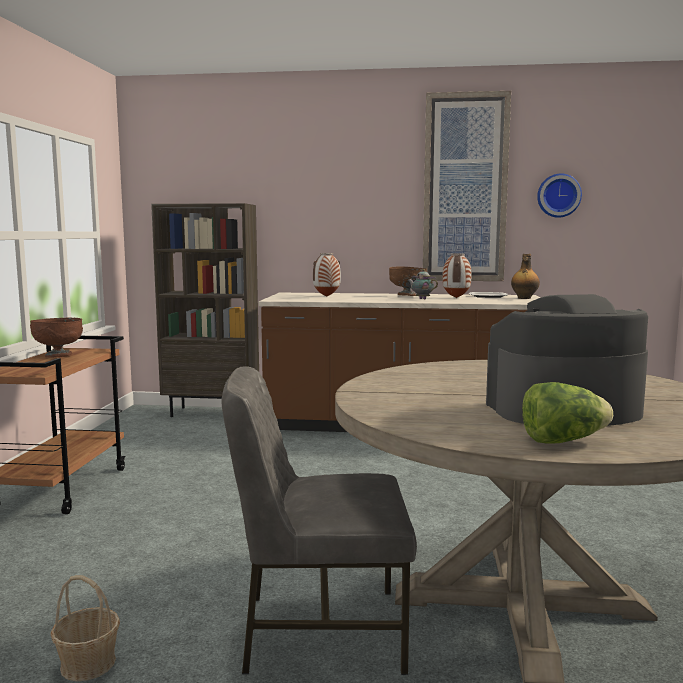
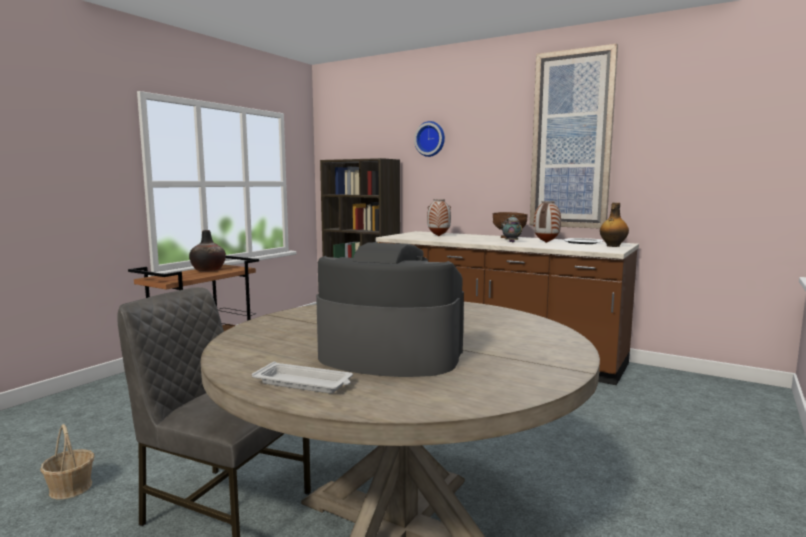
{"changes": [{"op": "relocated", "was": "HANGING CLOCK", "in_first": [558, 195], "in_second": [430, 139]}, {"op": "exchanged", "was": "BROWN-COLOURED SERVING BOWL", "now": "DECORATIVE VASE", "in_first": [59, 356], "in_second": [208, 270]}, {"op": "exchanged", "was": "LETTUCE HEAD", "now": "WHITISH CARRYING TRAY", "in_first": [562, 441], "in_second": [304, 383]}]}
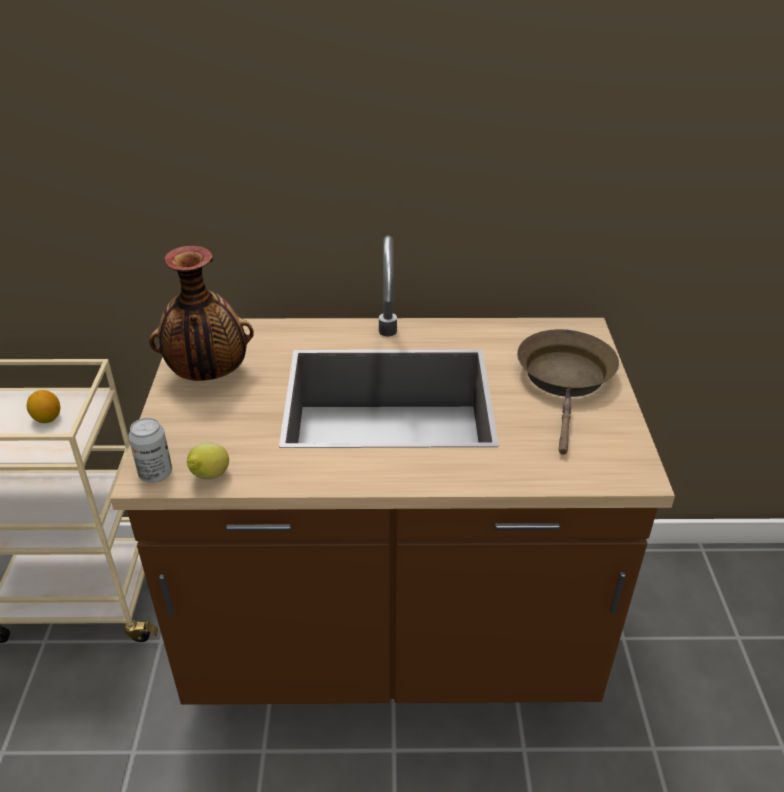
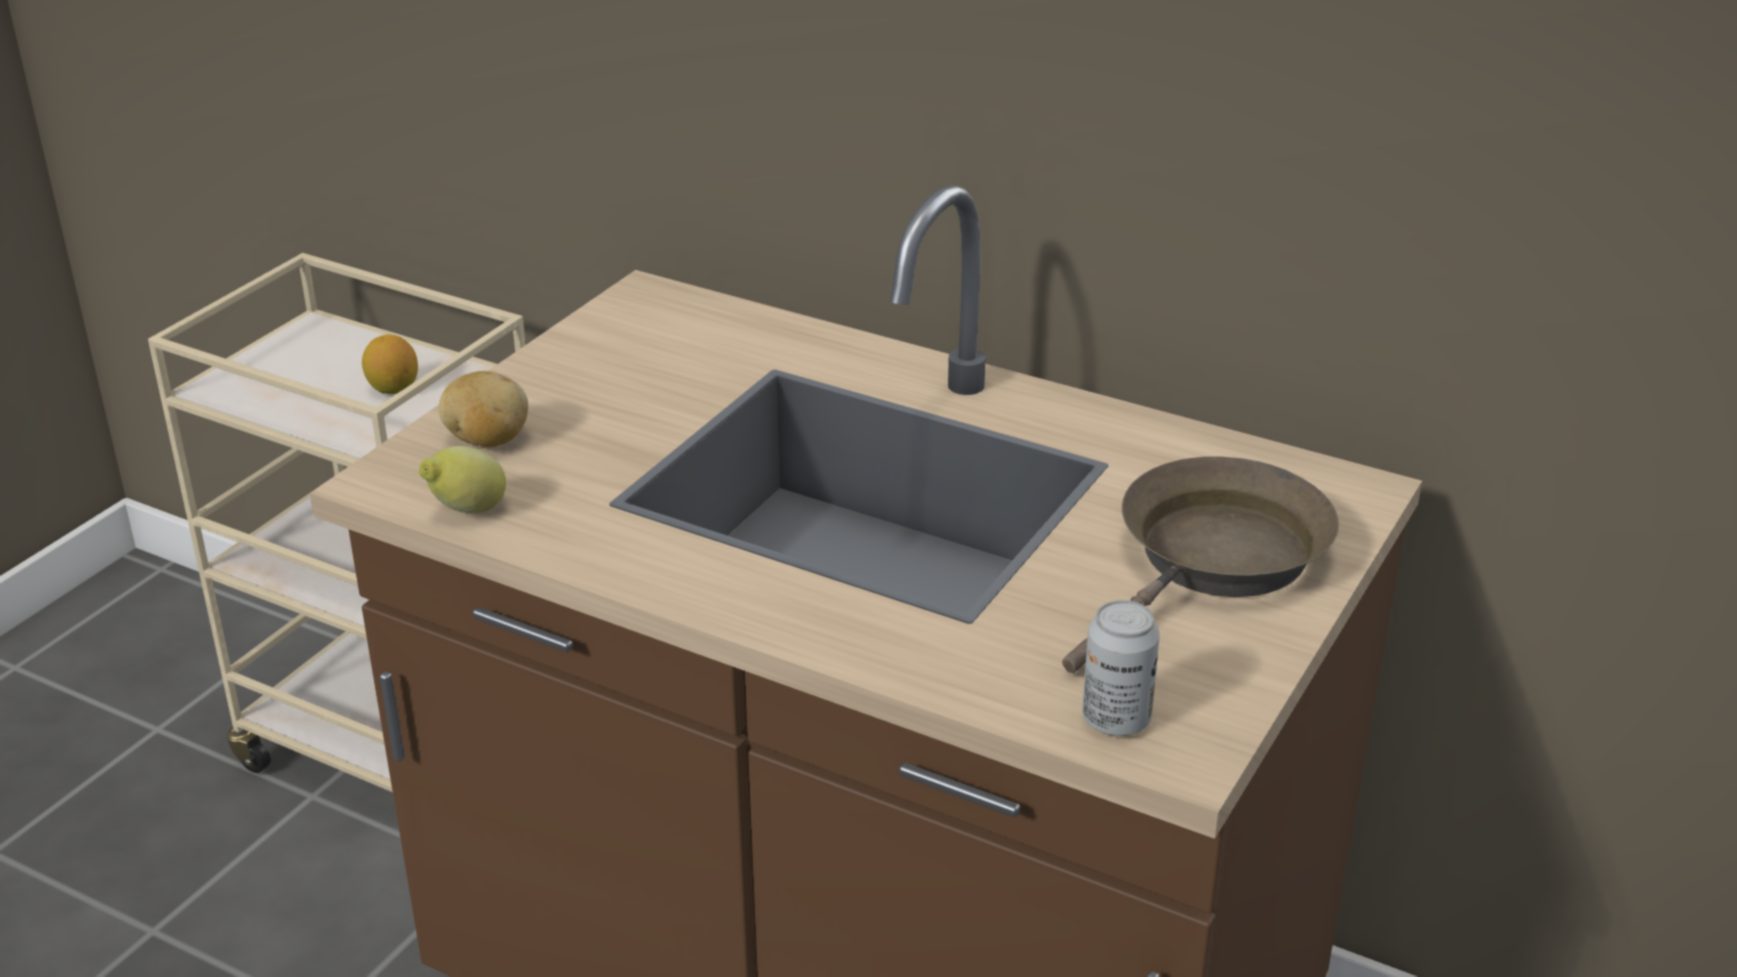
{"changes": [{"op": "missing", "was": "DECORATIVE VASE", "in_first": [208, 375]}, {"op": "relocated", "was": "SEALED CAN", "in_first": [155, 474], "in_second": [1116, 719]}, {"op": "appeared", "now": "POTATO", "in_second": [487, 441]}]}
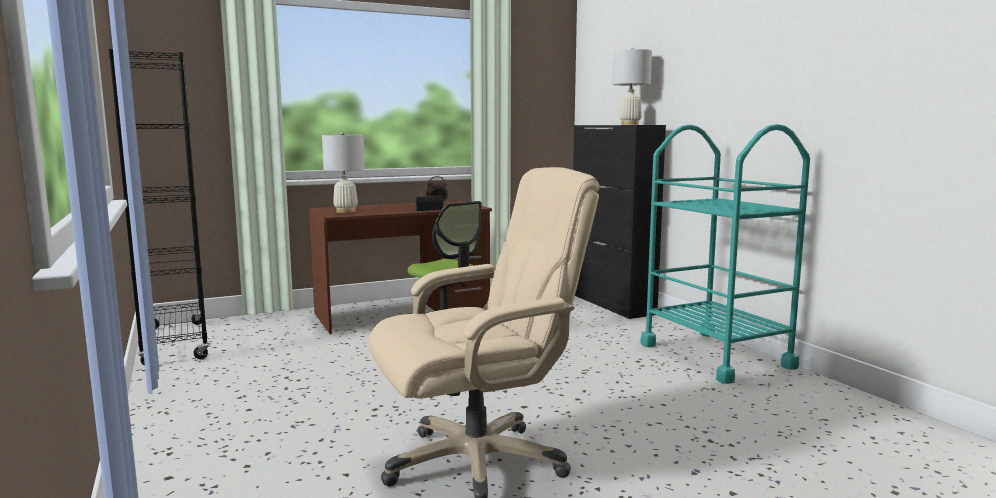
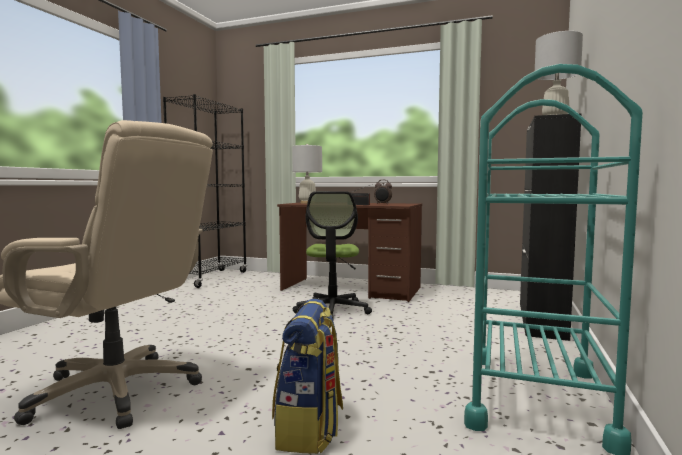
{"changes": [{"op": "appeared", "now": "KNAPSACK", "in_second": [310, 429]}]}
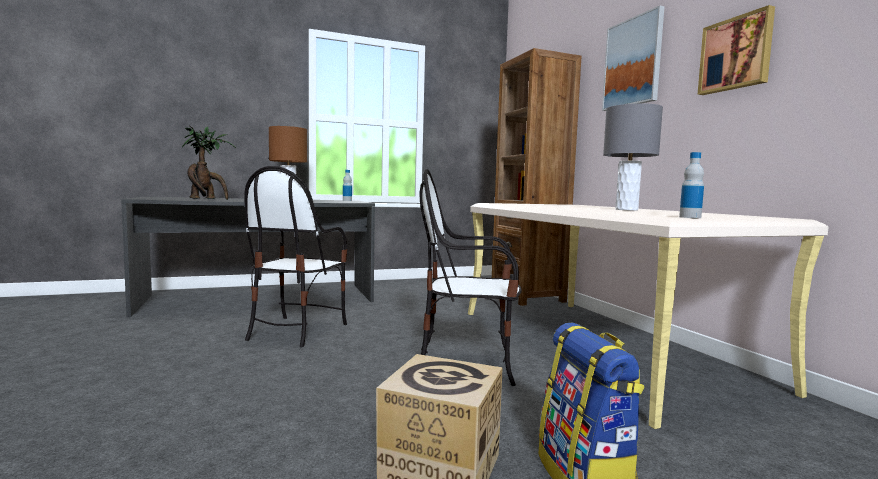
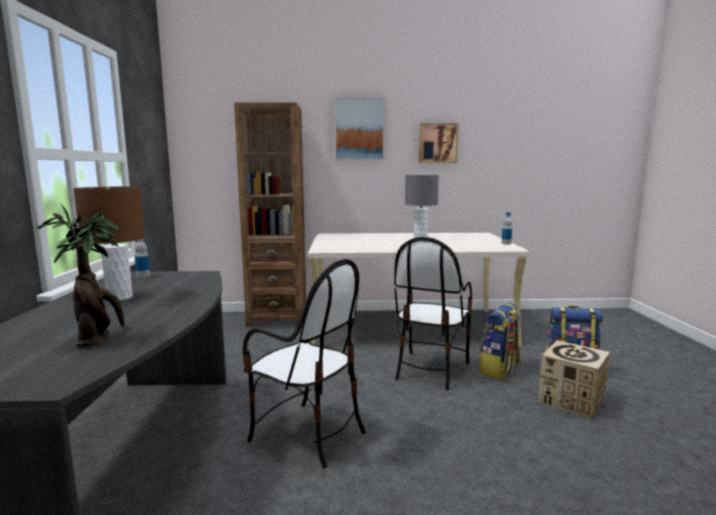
{"changes": [{"op": "appeared", "now": "KNAPSACK", "in_second": [499, 370]}]}
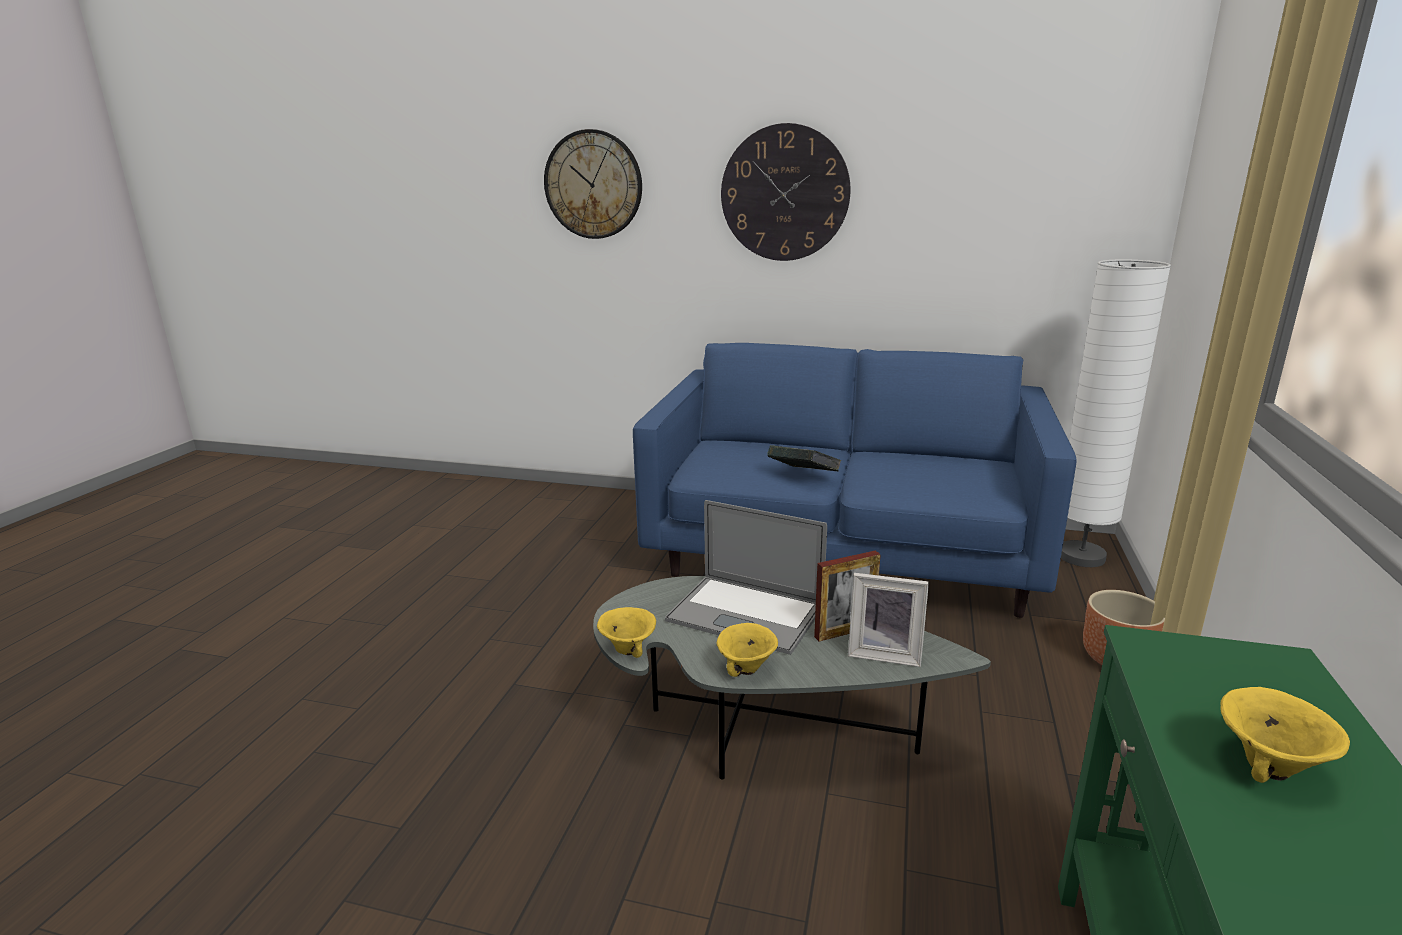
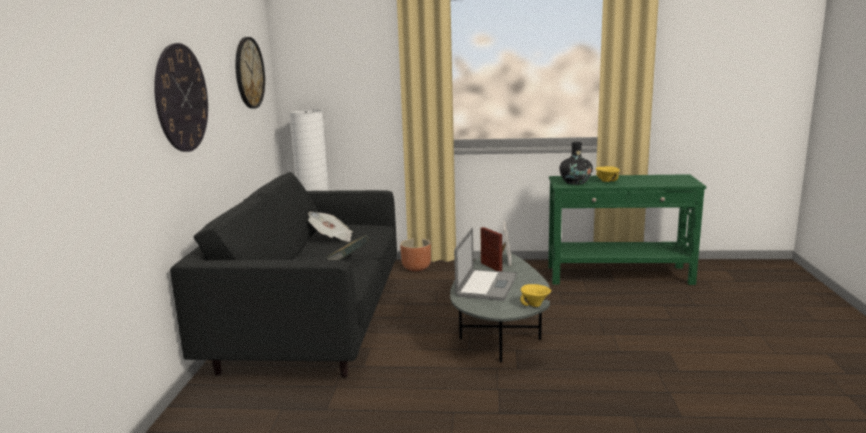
{"changes": [{"op": "relocated", "was": "HANGING CLOCK", "in_first": [593, 185], "in_second": [249, 73]}, {"op": "colour", "was": "BLUE COUCH", "now": "BLACK COUCH", "in_first": [842, 554], "in_second": [312, 323]}, {"op": "missing", "was": "YELLOW SERVING BOWL", "in_first": [747, 668]}, {"op": "appeared", "now": "BLACK DECORATIVE VASE", "in_second": [575, 182]}, {"op": "appeared", "now": "DAILY PAPER", "in_second": [332, 238]}]}
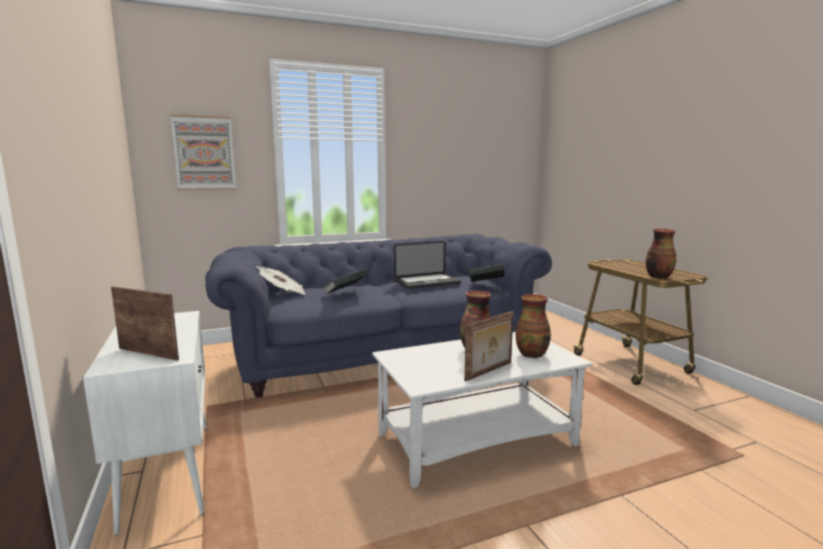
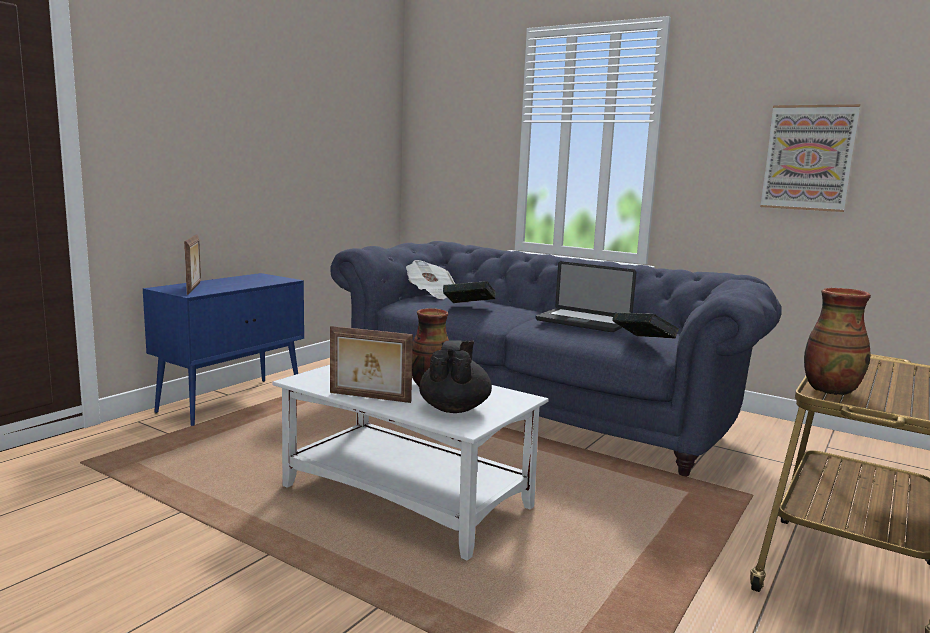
{"changes": [{"op": "relocated", "was": "WALL ART", "in_first": [204, 153], "in_second": [808, 158]}, {"op": "exchanged", "was": "DECORATIVE VASE", "now": "BLACK POT FOR TEA", "in_first": [531, 354], "in_second": [454, 408]}, {"op": "colour", "was": "WHITISH CUPBOARD", "now": "BLUE CUPBOARD", "in_first": [168, 471], "in_second": [232, 401]}]}
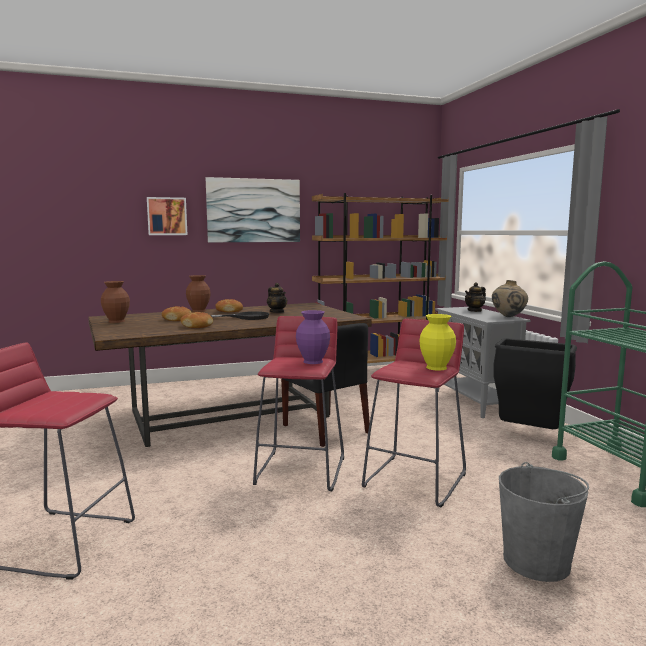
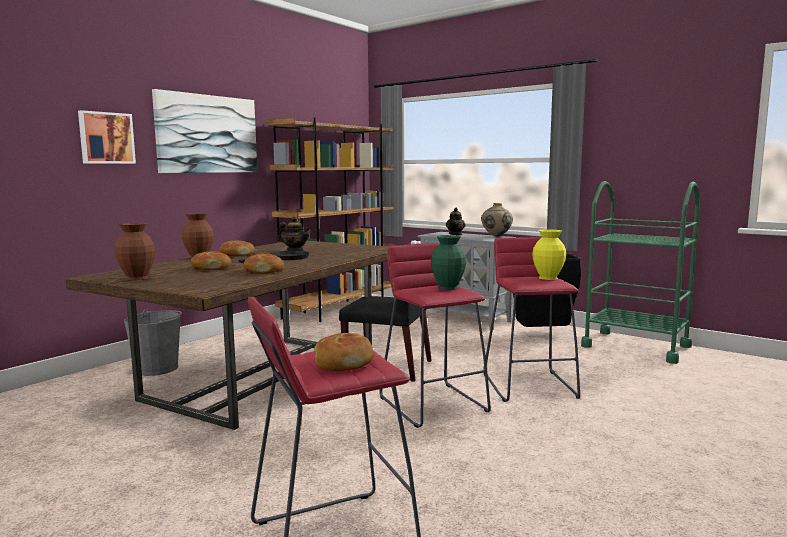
{"changes": [{"op": "colour", "was": "PURPLISH DECORATIVE VASE", "now": "GREEN-COLOURED DECORATIVE VASE", "in_first": [312, 361], "in_second": [447, 288]}, {"op": "relocated", "was": "GRAY WATER BUCKET", "in_first": [537, 561], "in_second": [157, 368]}, {"op": "appeared", "now": "BAKERY BREAD", "in_second": [344, 362]}]}
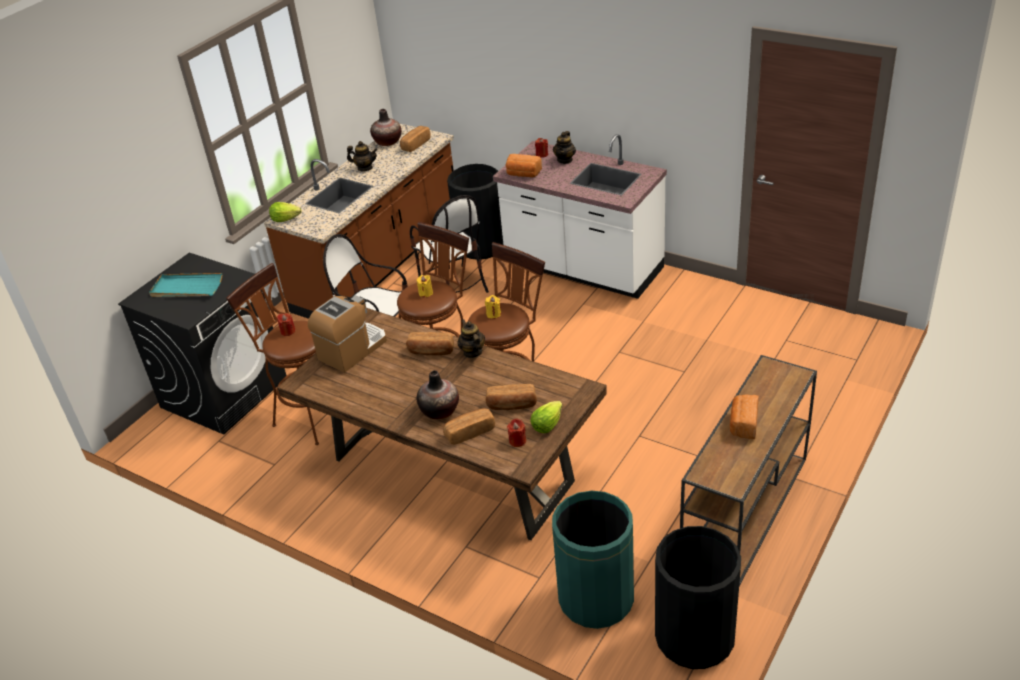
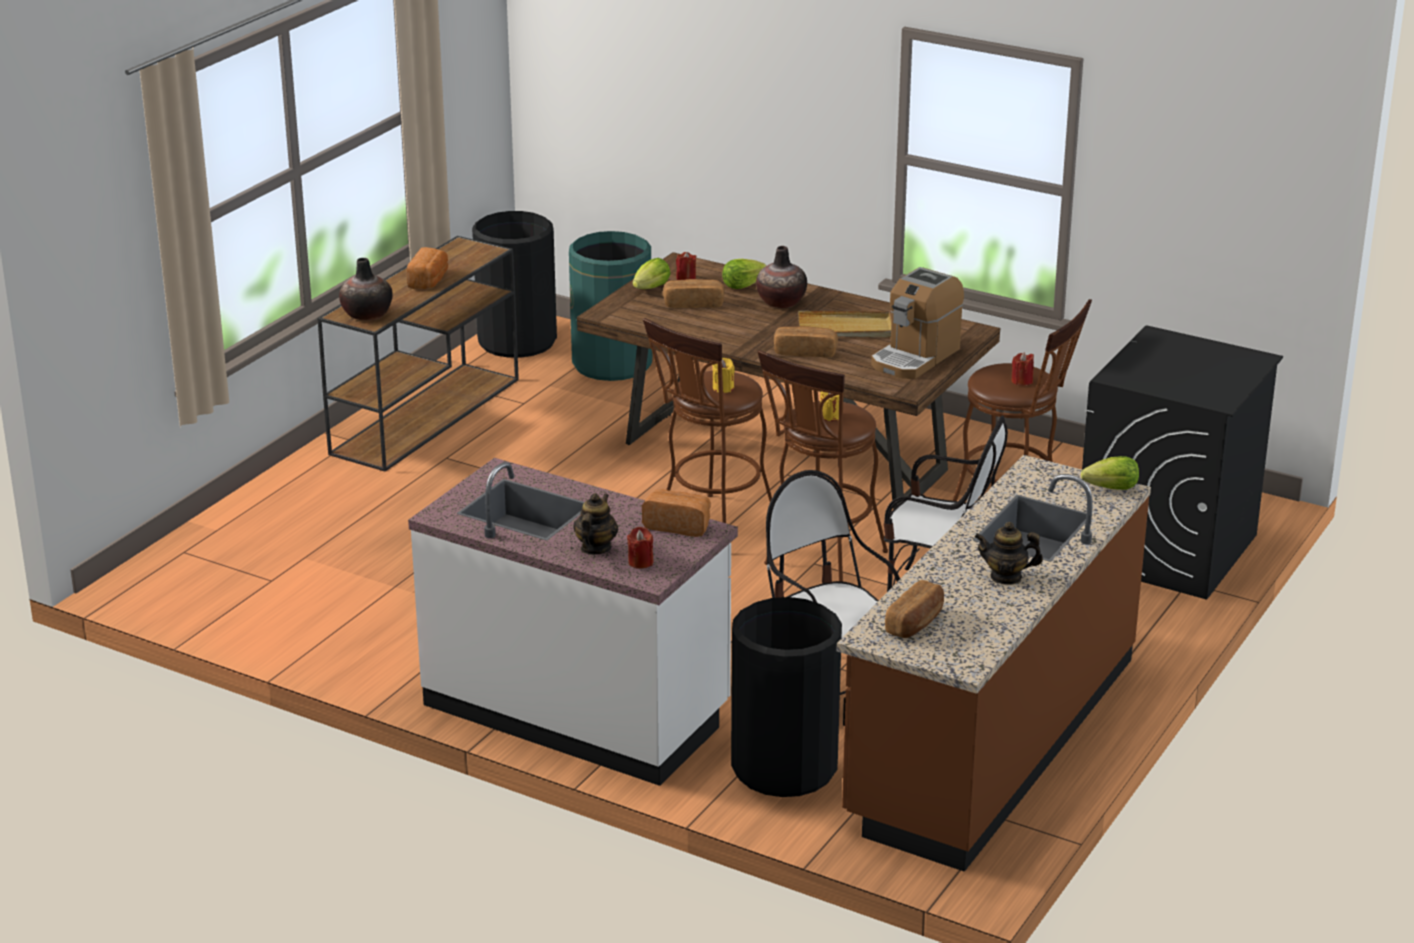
{"changes": [{"op": "relocated", "was": "DECORATIVE VASE", "in_first": [387, 142], "in_second": [367, 315]}, {"op": "missing", "was": "TURQUOISE-COLOURED CARRYING TRAY", "in_first": [186, 288]}, {"op": "missing", "was": "POT FOR TEA", "in_first": [472, 352]}, {"op": "exchanged", "was": "BAKERY BREAD", "now": "LETTUCE HEAD", "in_first": [469, 432], "in_second": [742, 285]}, {"op": "appeared", "now": "BEIGE CARRYING TRAY", "in_second": [846, 329]}]}
